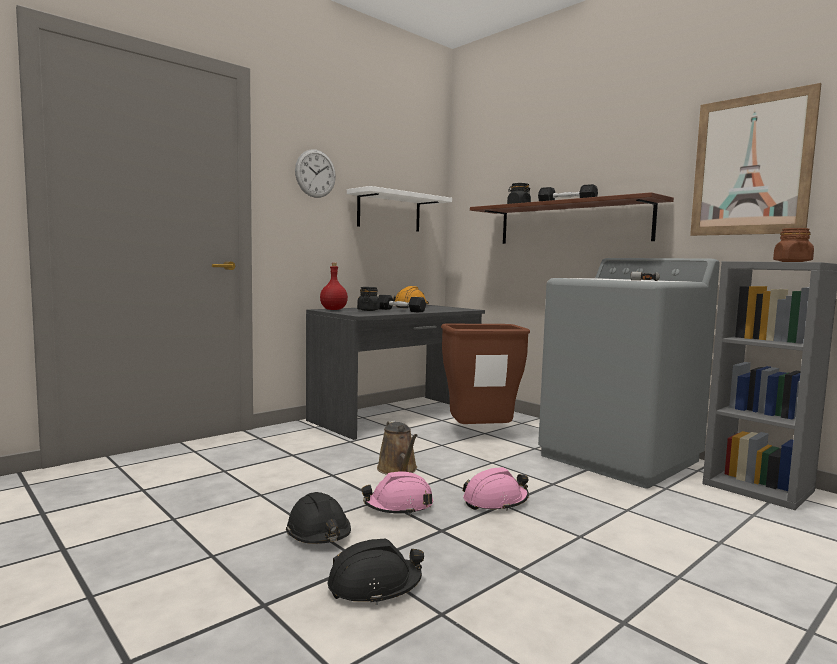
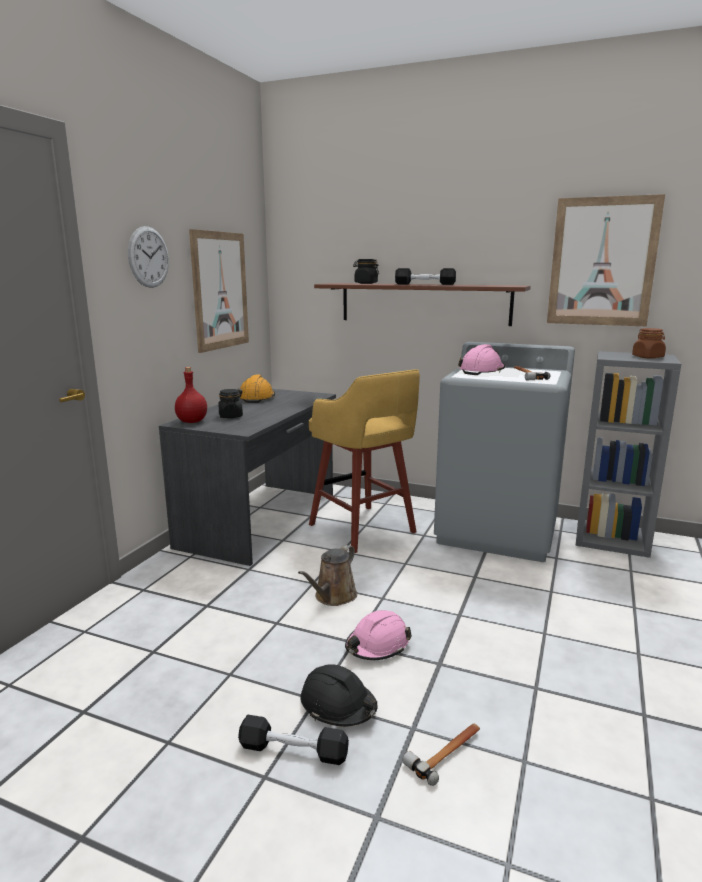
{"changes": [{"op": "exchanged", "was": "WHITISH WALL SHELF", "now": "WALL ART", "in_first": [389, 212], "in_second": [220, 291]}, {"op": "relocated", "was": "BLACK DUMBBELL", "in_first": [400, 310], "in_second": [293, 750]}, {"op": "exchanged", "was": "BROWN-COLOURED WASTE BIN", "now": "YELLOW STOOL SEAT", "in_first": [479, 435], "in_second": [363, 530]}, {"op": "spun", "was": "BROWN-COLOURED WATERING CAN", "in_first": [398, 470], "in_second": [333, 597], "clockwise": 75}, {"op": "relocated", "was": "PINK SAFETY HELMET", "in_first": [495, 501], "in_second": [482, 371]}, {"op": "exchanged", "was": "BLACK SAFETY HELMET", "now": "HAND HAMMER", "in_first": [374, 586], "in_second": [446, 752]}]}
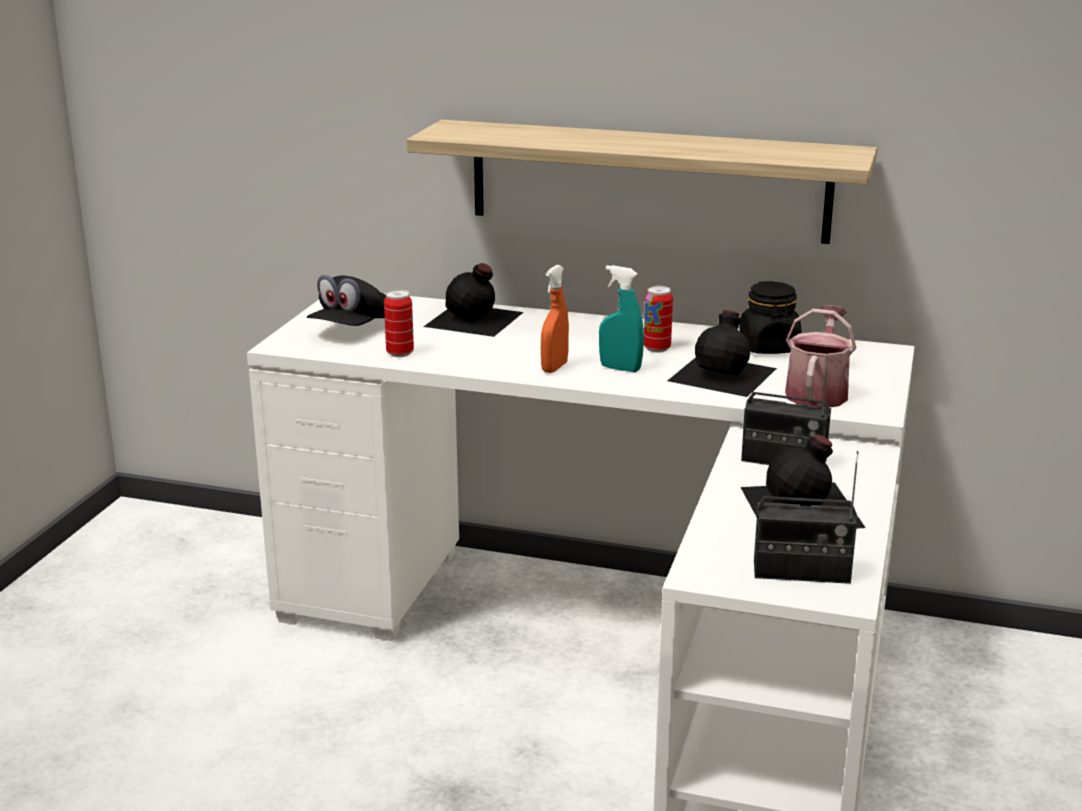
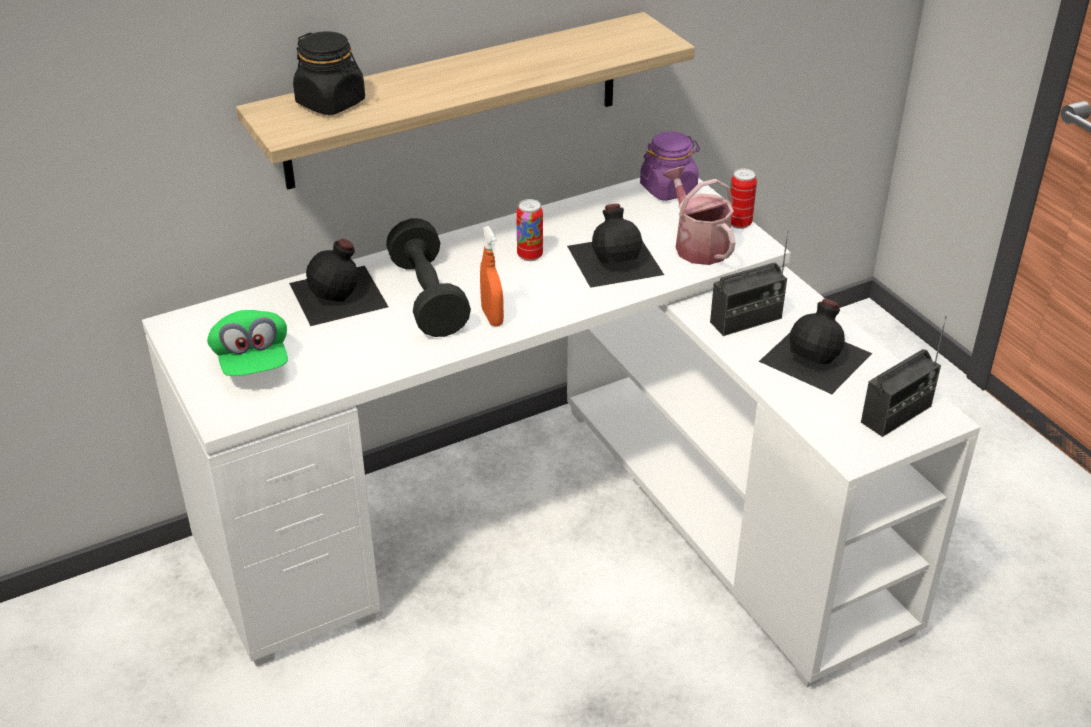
{"changes": [{"op": "missing", "was": "TURQUOISE-COLOURED SPRAYER", "in_first": [620, 368]}, {"op": "colour", "was": "BLACK BASEBALL CAP", "now": "GREEN-COLOURED BASEBALL CAP", "in_first": [352, 328], "in_second": [252, 361]}, {"op": "relocated", "was": "BLACK PRESERVE JAR", "in_first": [769, 347], "in_second": [331, 103]}, {"op": "relocated", "was": "SEALED CAN", "in_first": [400, 353], "in_second": [739, 223]}, {"op": "appeared", "now": "PURPLISH PRESERVE JAR", "in_second": [668, 189]}, {"op": "appeared", "now": "BLACK DUMBBELL", "in_second": [428, 298]}]}
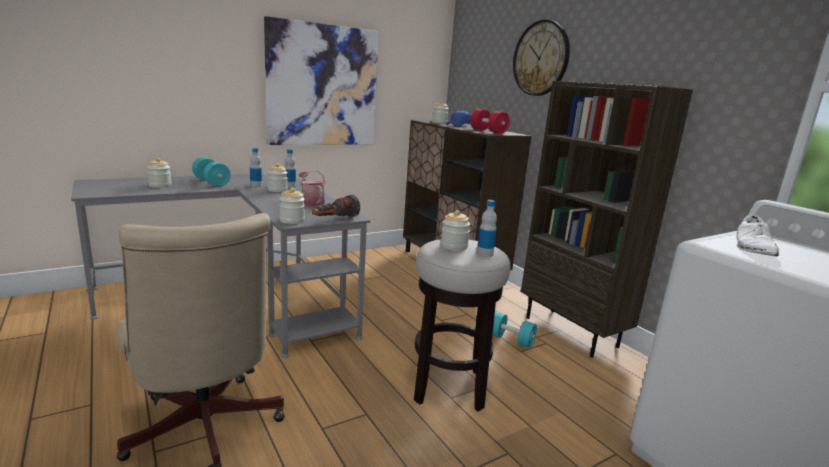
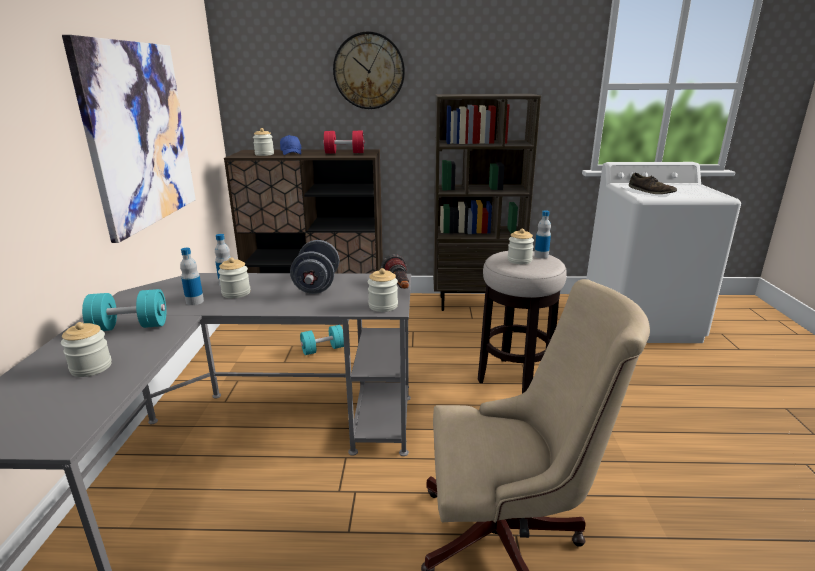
{"changes": [{"op": "exchanged", "was": "WATERING CAN", "now": "GRAY DUMBBELL", "in_first": [311, 202], "in_second": [317, 285]}, {"op": "colour", "was": "WHITISH ITEM OF FOOTWEAR", "now": "BROWN-COLOURED ITEM OF FOOTWEAR", "in_first": [753, 247], "in_second": [650, 191]}, {"op": "relocated", "was": "TURQUOISE-COLOURED DUMBBELL", "in_first": [510, 340], "in_second": [323, 349]}]}
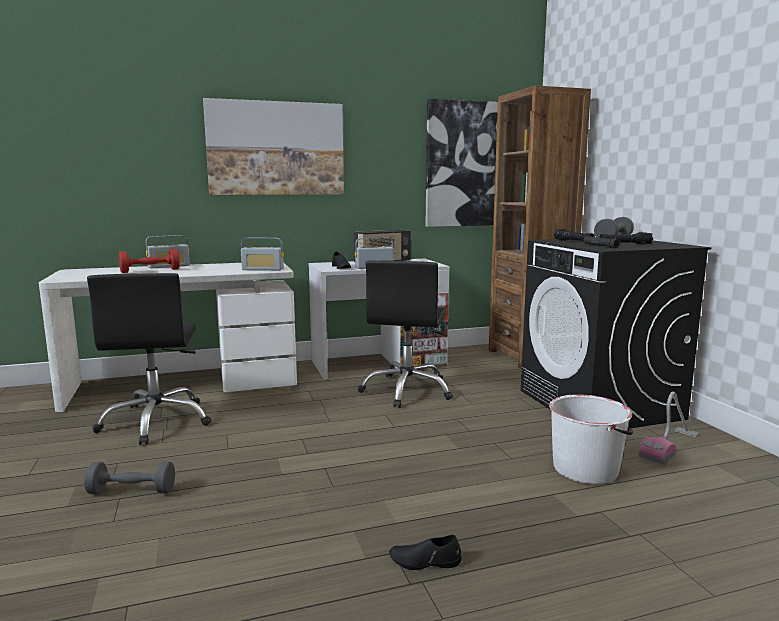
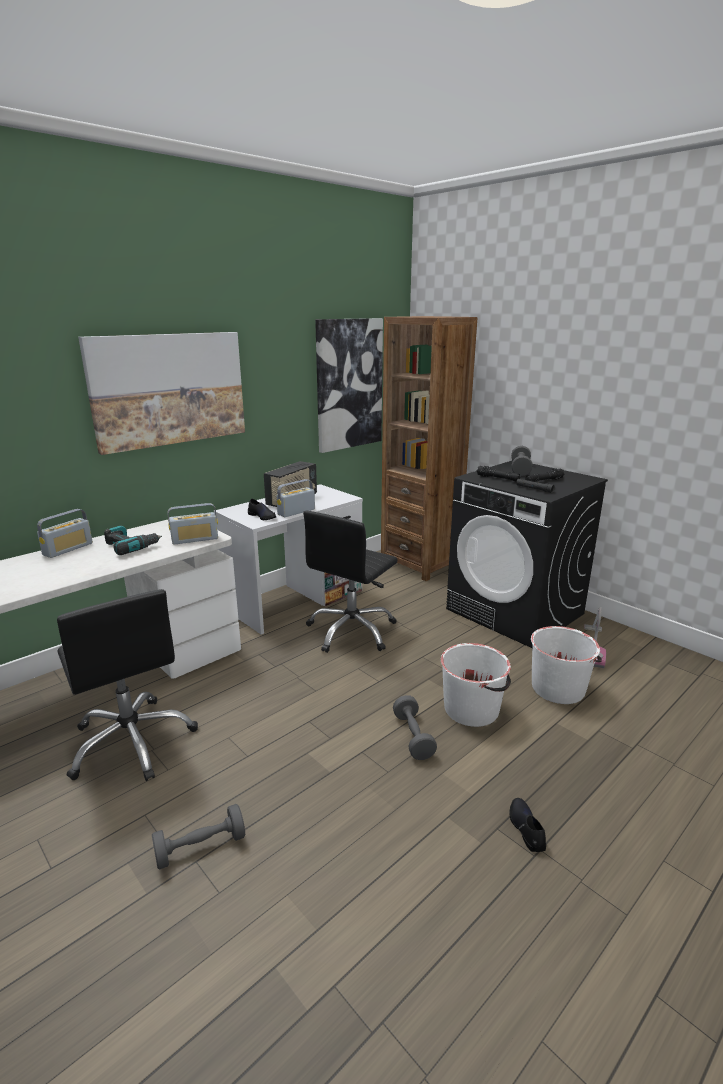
{"changes": [{"op": "missing", "was": "RED DUMBBELL", "in_first": [150, 271]}, {"op": "spun", "was": "BLACK OFFICE CHAIR", "in_first": [407, 390], "in_second": [352, 631], "clockwise": 45}, {"op": "spun", "was": "BLACK ITEM OF FOOTWEAR", "in_first": [425, 561], "in_second": [526, 828], "clockwise": 105}, {"op": "appeared", "now": "DRILL", "in_second": [131, 546]}, {"op": "appeared", "now": "WHITISH WATER BUCKET", "in_second": [472, 709]}, {"op": "appeared", "now": "GRAY DUMBBELL", "in_second": [413, 736]}]}
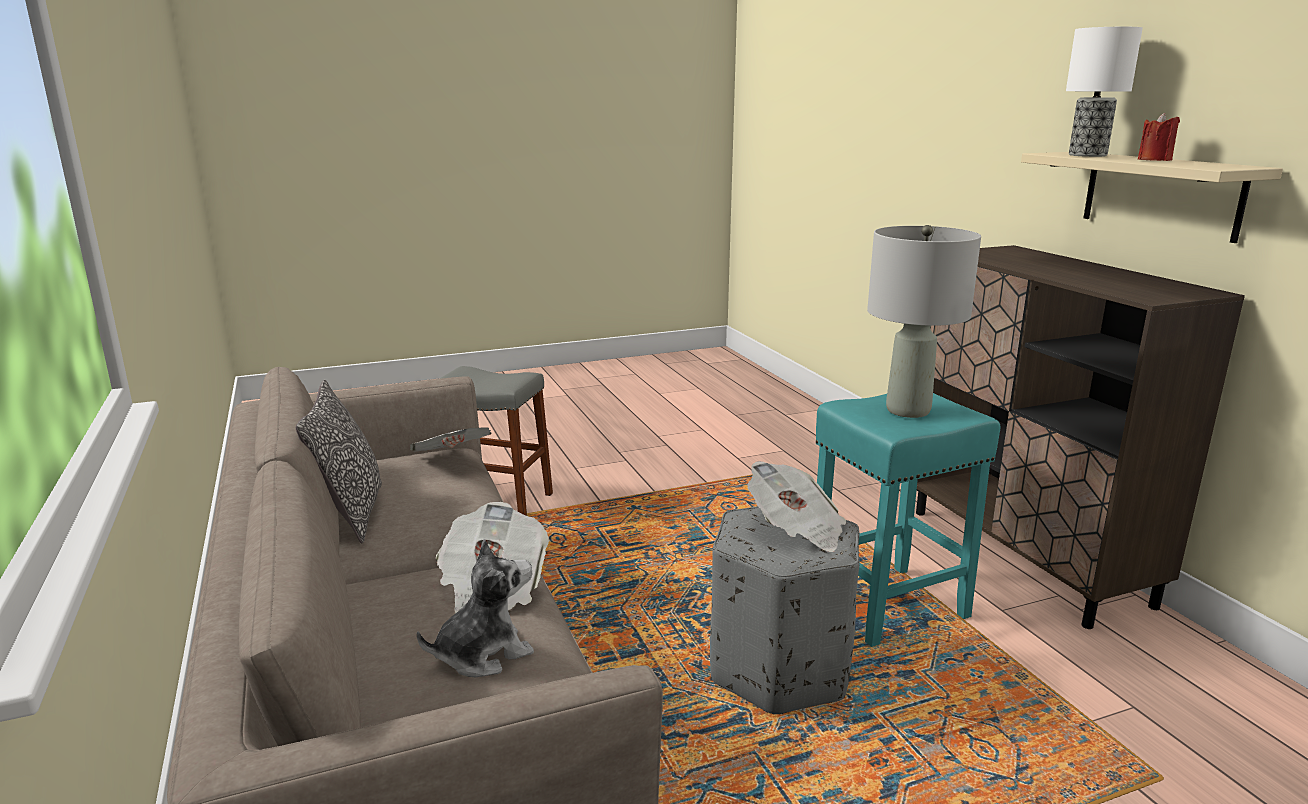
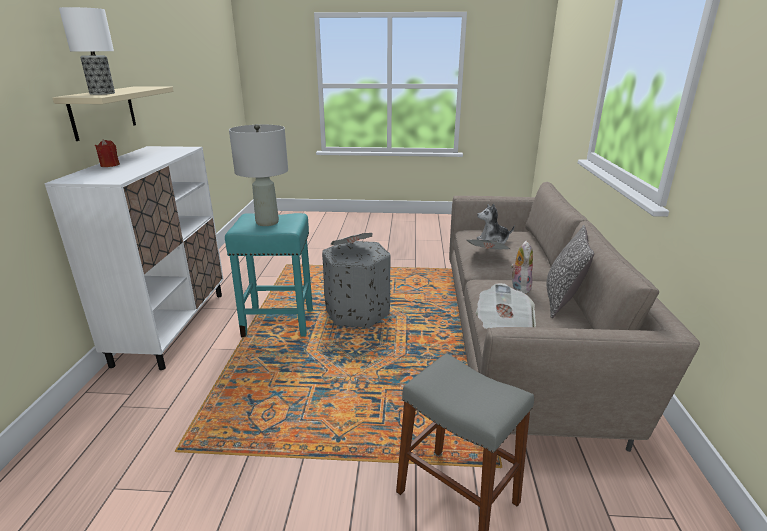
{"changes": [{"op": "relocated", "was": "RED WAX CANDLE", "in_first": [1154, 160], "in_second": [110, 165]}, {"op": "colour", "was": "BROWN-COLOURED CUPBOARD", "now": "WHITISH CUPBOARD", "in_first": [1026, 556], "in_second": [172, 326]}, {"op": "appeared", "now": "PLUSH TOY", "in_second": [519, 287]}]}
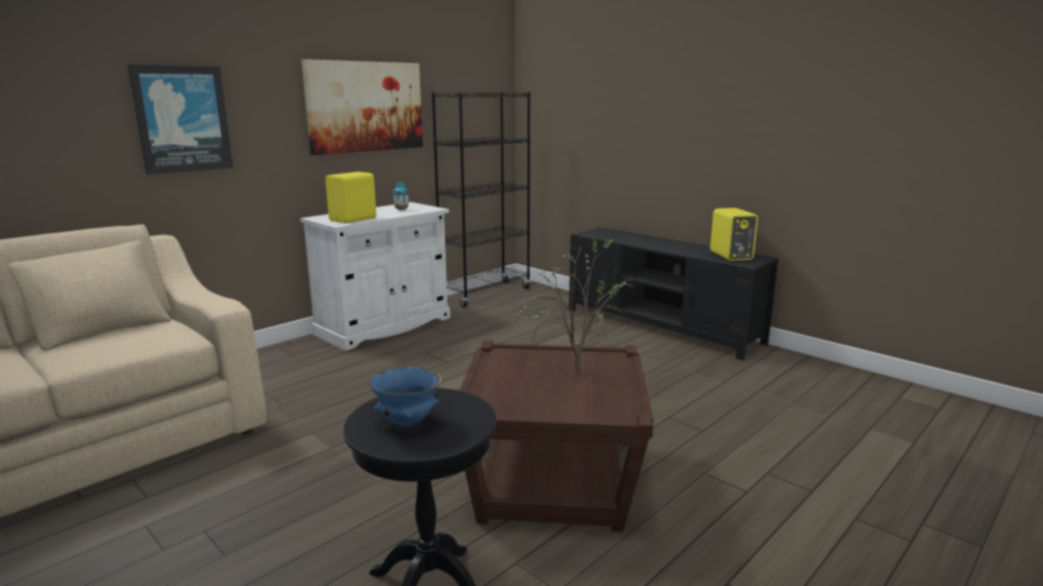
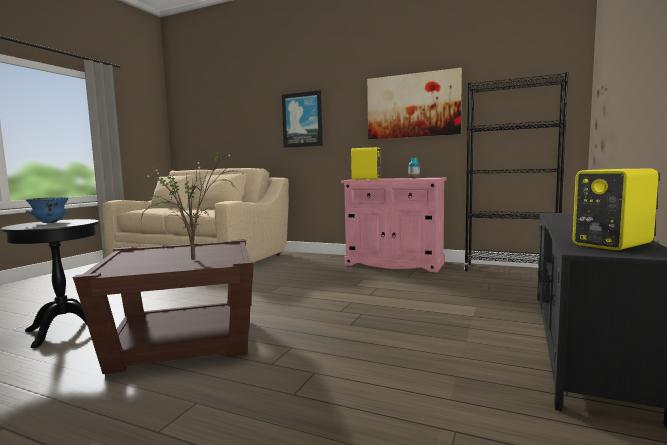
{"changes": [{"op": "colour", "was": "WHITISH CUPBOARD", "now": "PINK CUPBOARD", "in_first": [384, 326], "in_second": [394, 263]}]}
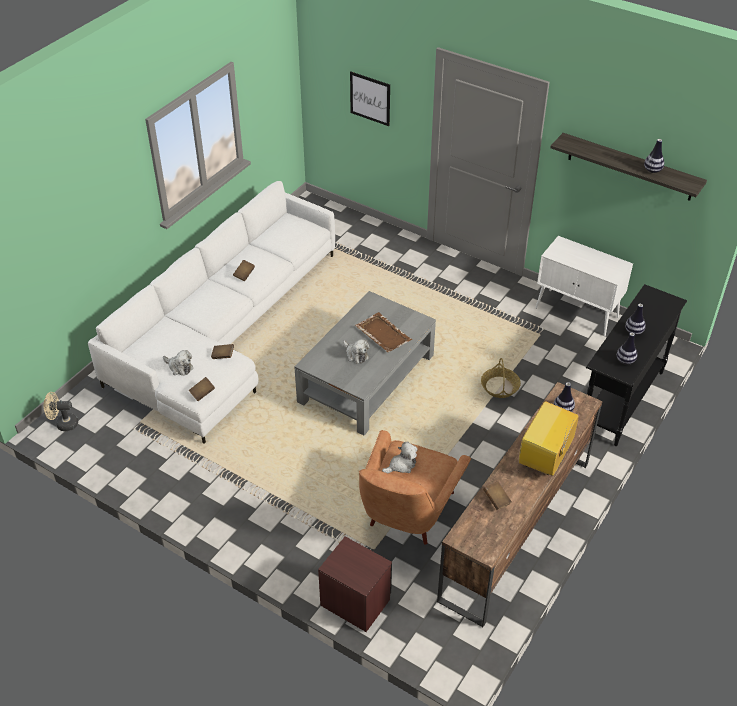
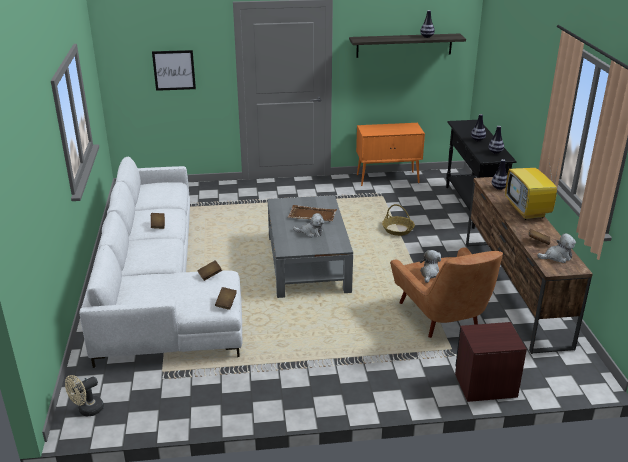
{"changes": [{"op": "colour", "was": "WHITISH CUPBOARD", "now": "ORANGE CUPBOARD", "in_first": [577, 313], "in_second": [388, 179]}, {"op": "relocated", "was": "PLUSH TOY", "in_first": [179, 367], "in_second": [557, 257]}]}
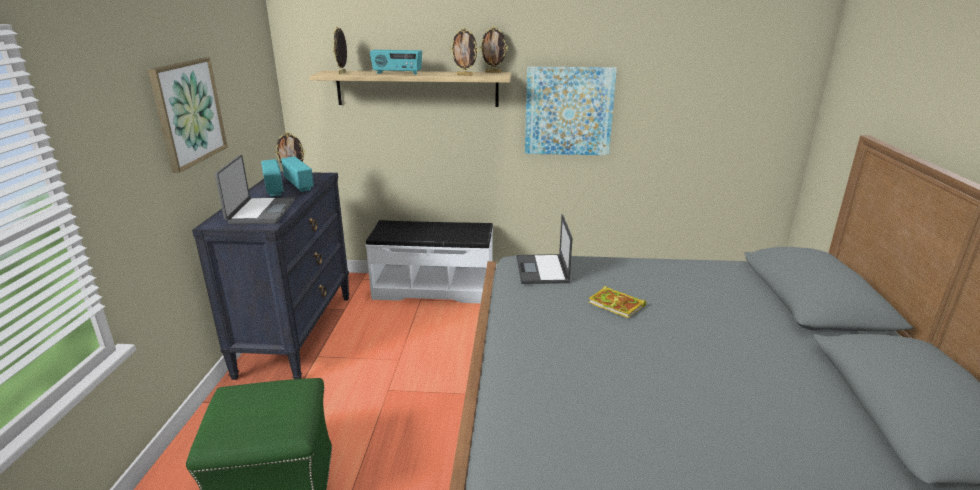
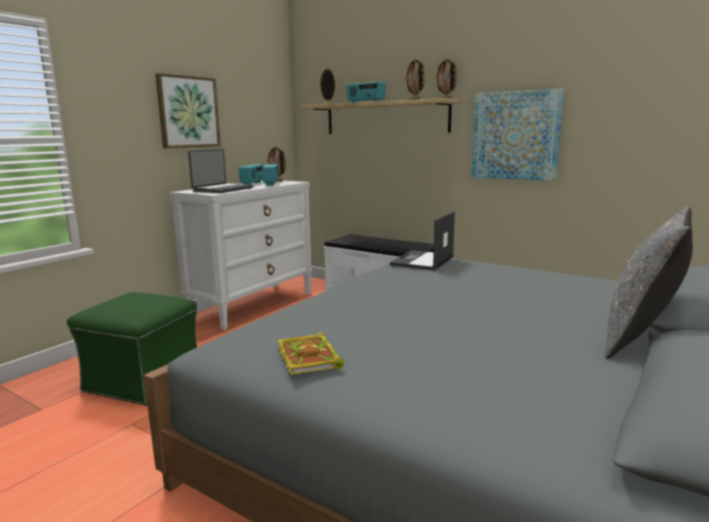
{"changes": [{"op": "colour", "was": "BLACK CHEST OF DRAWERS", "now": "WHITISH CHEST OF DRAWERS", "in_first": [296, 333], "in_second": [253, 305]}, {"op": "relocated", "was": "BOUND BOOK", "in_first": [617, 305], "in_second": [310, 358]}, {"op": "appeared", "now": "GRAY PILLOW", "in_second": [642, 338]}]}
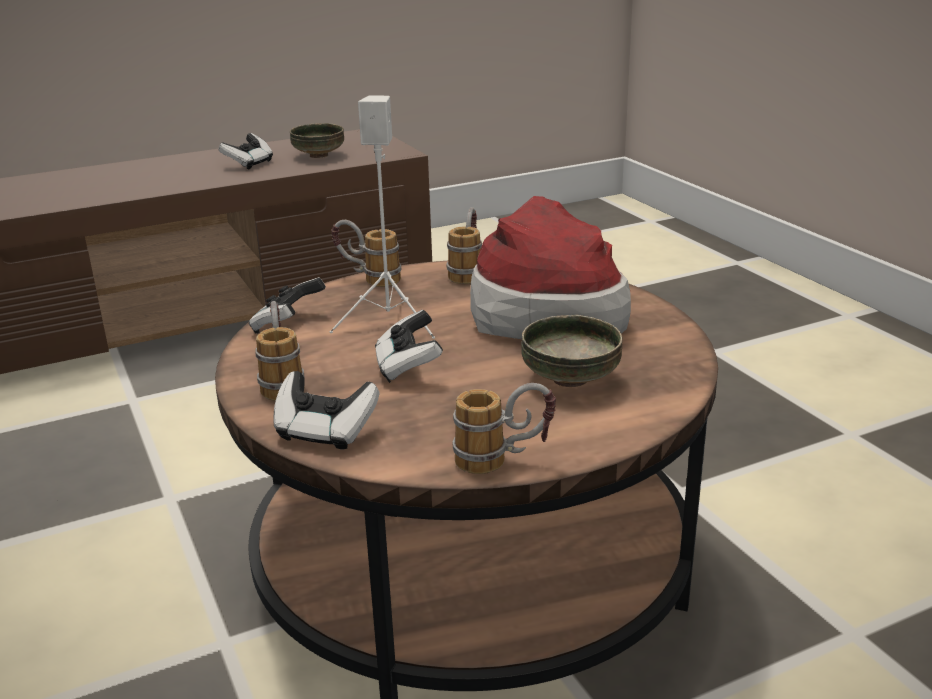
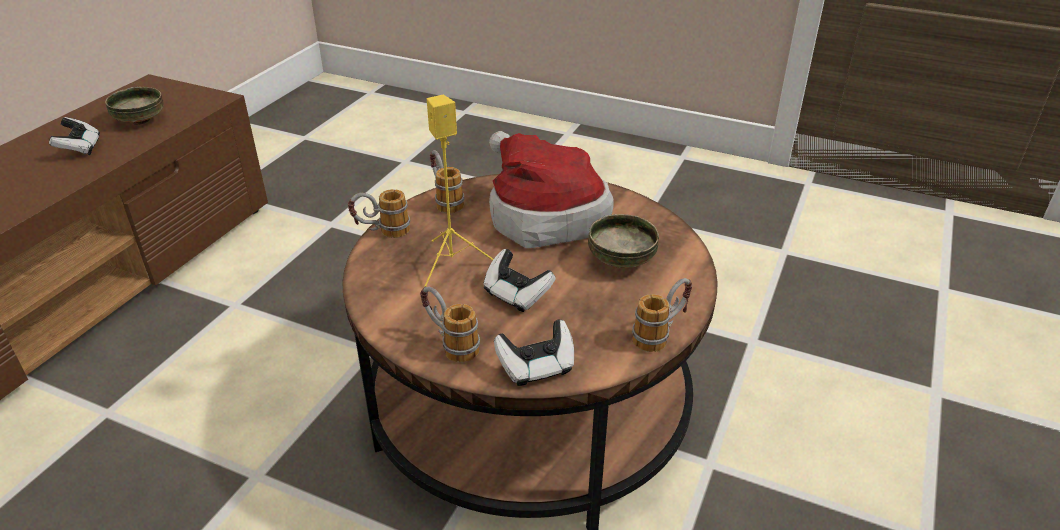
{"changes": [{"op": "colour", "was": "WHITISH LOUDSPEAKER", "now": "YELLOW LOUDSPEAKER", "in_first": [390, 322], "in_second": [453, 264]}, {"op": "missing", "was": "JOYPAD", "in_first": [288, 325]}]}
